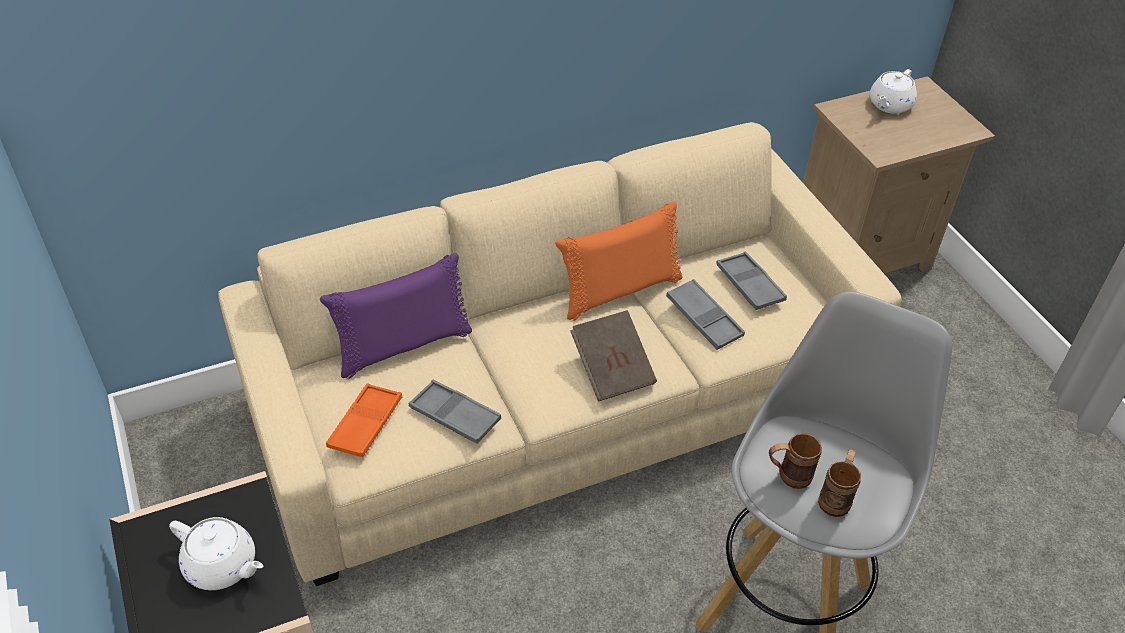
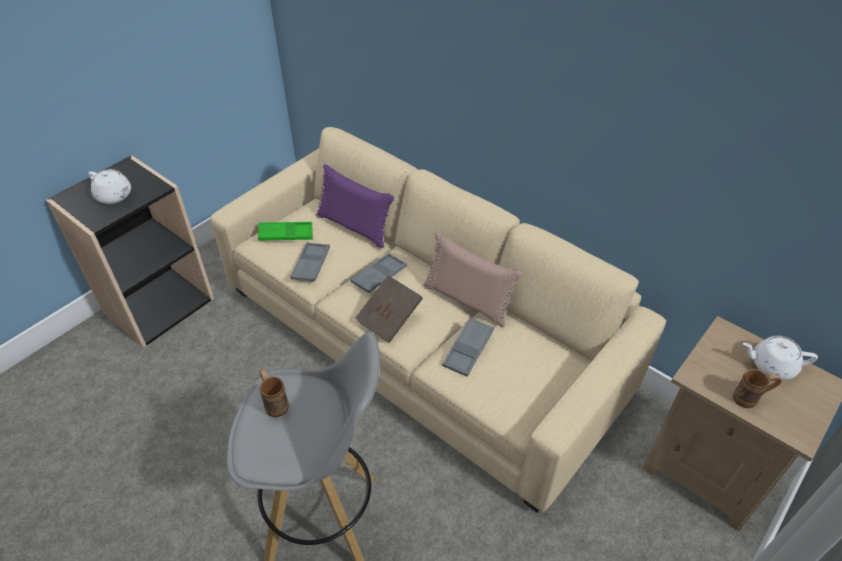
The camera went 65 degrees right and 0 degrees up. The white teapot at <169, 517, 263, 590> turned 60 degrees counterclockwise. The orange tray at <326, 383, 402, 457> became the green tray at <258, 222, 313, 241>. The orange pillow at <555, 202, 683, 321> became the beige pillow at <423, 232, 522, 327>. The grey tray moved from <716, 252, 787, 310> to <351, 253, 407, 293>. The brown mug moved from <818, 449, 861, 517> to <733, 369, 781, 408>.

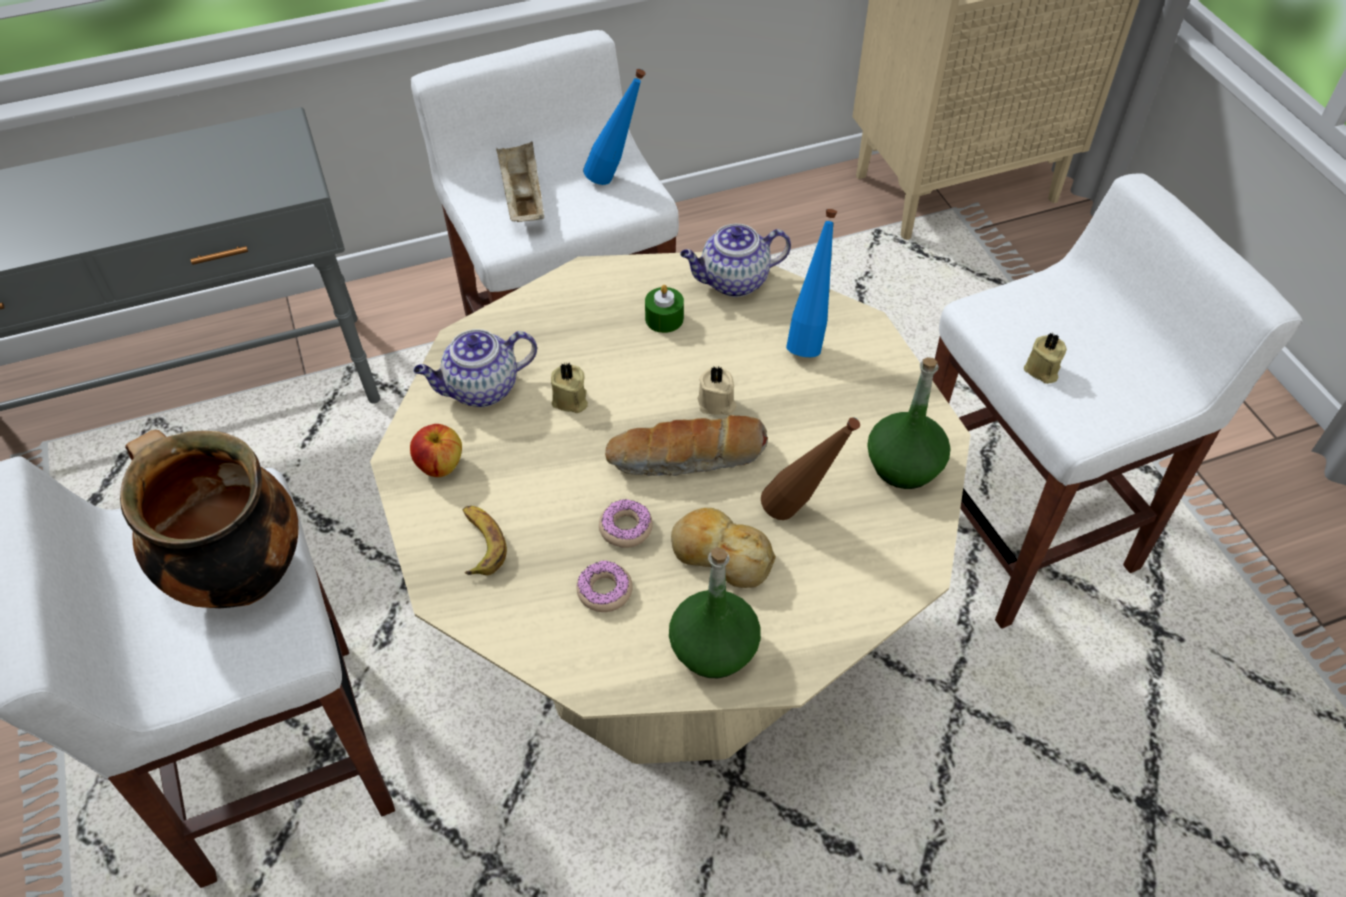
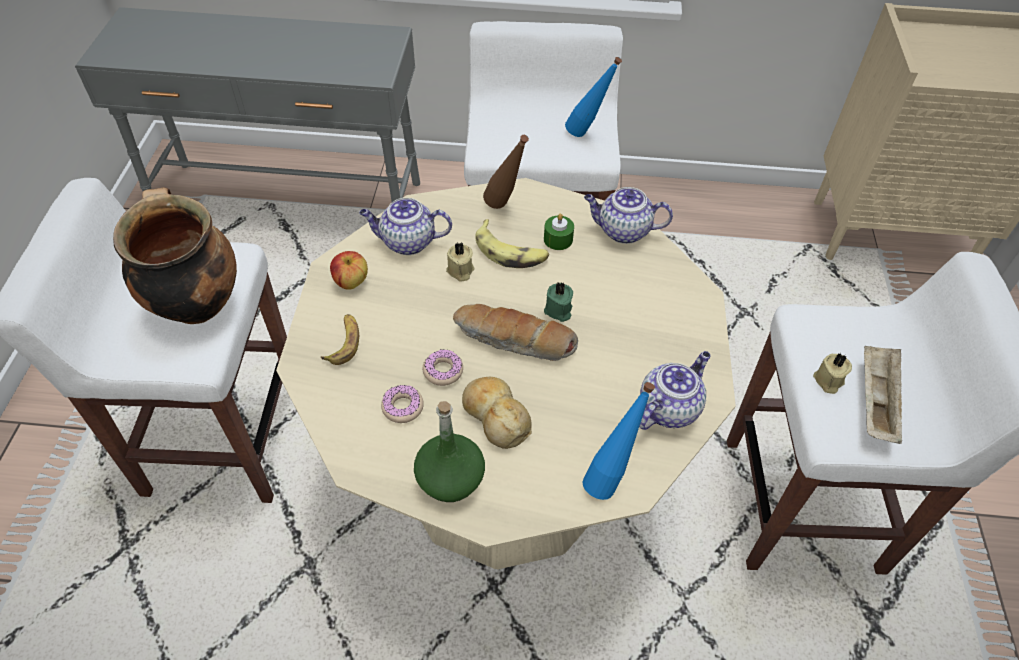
The camera went 25 degrees right and 0 degrees up. The beige tray moved from <496, 142, 544, 222> to <864, 346, 902, 444>. The beige candle at <697, 366, 736, 415> became the green candle at <544, 283, 573, 322>. The brown bottle moved from <761, 417, 860, 520> to <483, 135, 529, 209>. The blue bottle moved from <786, 209, 837, 357> to <583, 382, 655, 500>. The green bottle at <867, 357, 950, 489> was replaced by the teapot at <639, 351, 711, 430>. The banana at <475, 219, 549, 268> appeared.

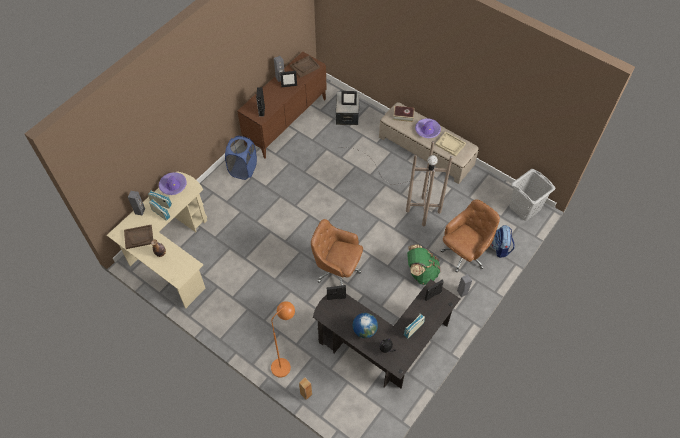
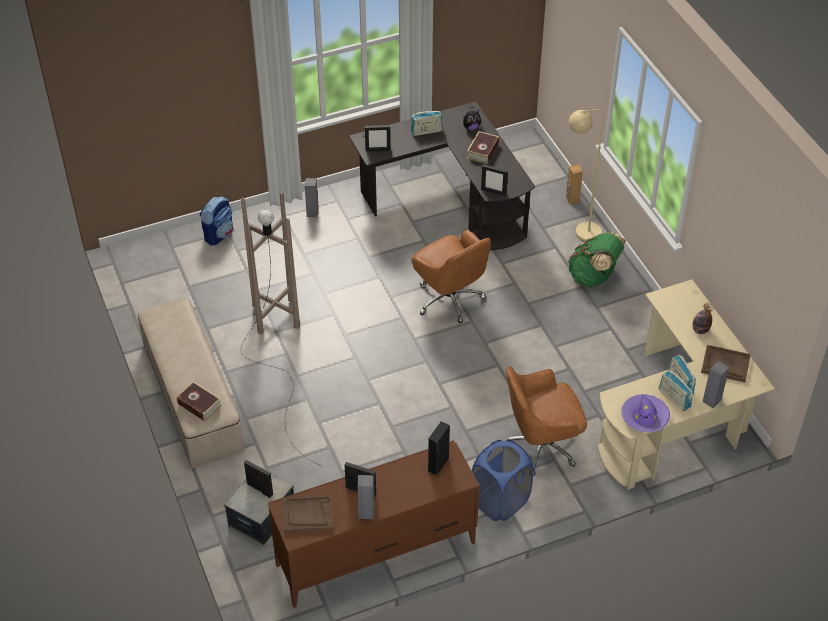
The camera went 150 degrees left and 10 degrees down. The orange floor lamp at <271, 301, 295, 377> became the beige floor lamp at <569, 109, 604, 242>. The globe at <353, 313, 378, 338> was replaced by the book at <467, 131, 499, 164>. The green backpack moved from <407, 245, 440, 285> to <568, 232, 626, 287>. The purple hat at <415, 118, 441, 138> disappeared. The beige tray at <435, 132, 466, 157> disappeared. The brown office chair moved from <441, 200, 500, 272> to <506, 366, 587, 476>. The grey laundry basket at <509, 169, 556, 221> disappeared.

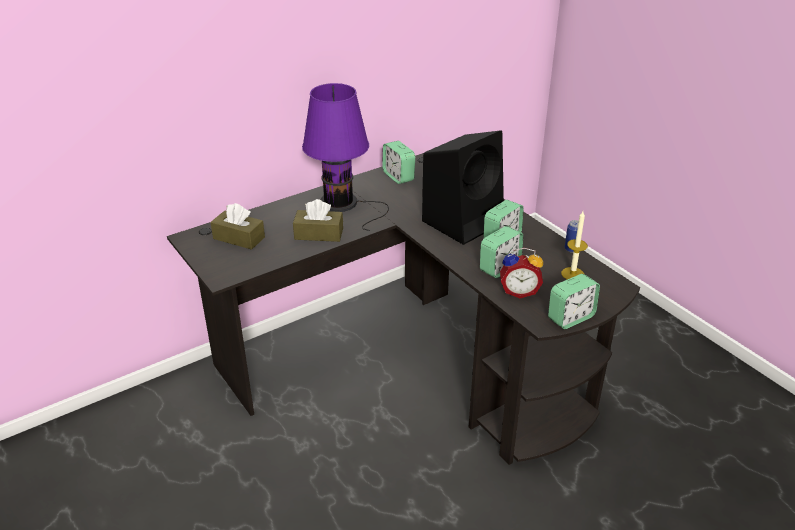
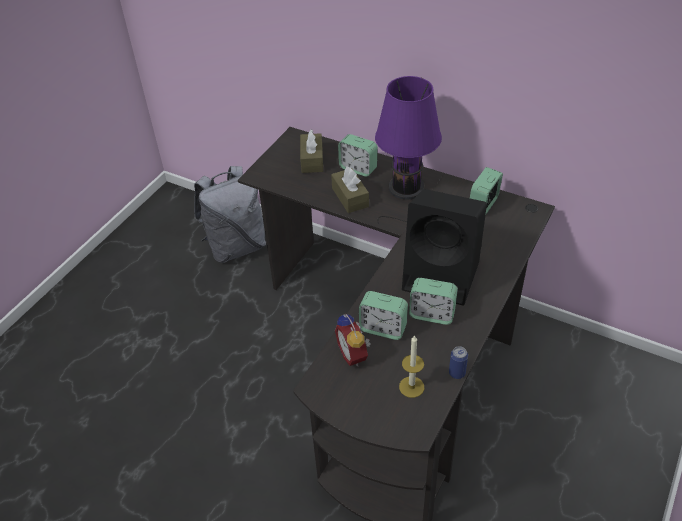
The camera went 65 degrees right and 10 degrees up. The alarm clock moved from <548, 274, 600, 329> to <338, 134, 378, 177>. The grey backpack at <194, 166, 266, 263> appeared.

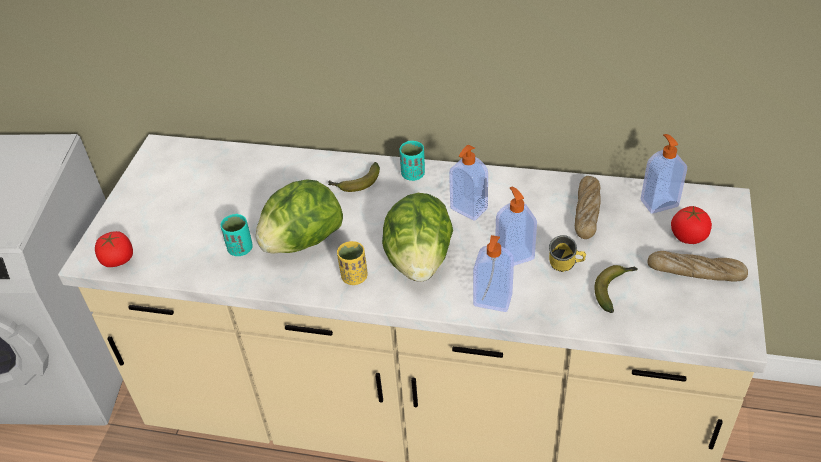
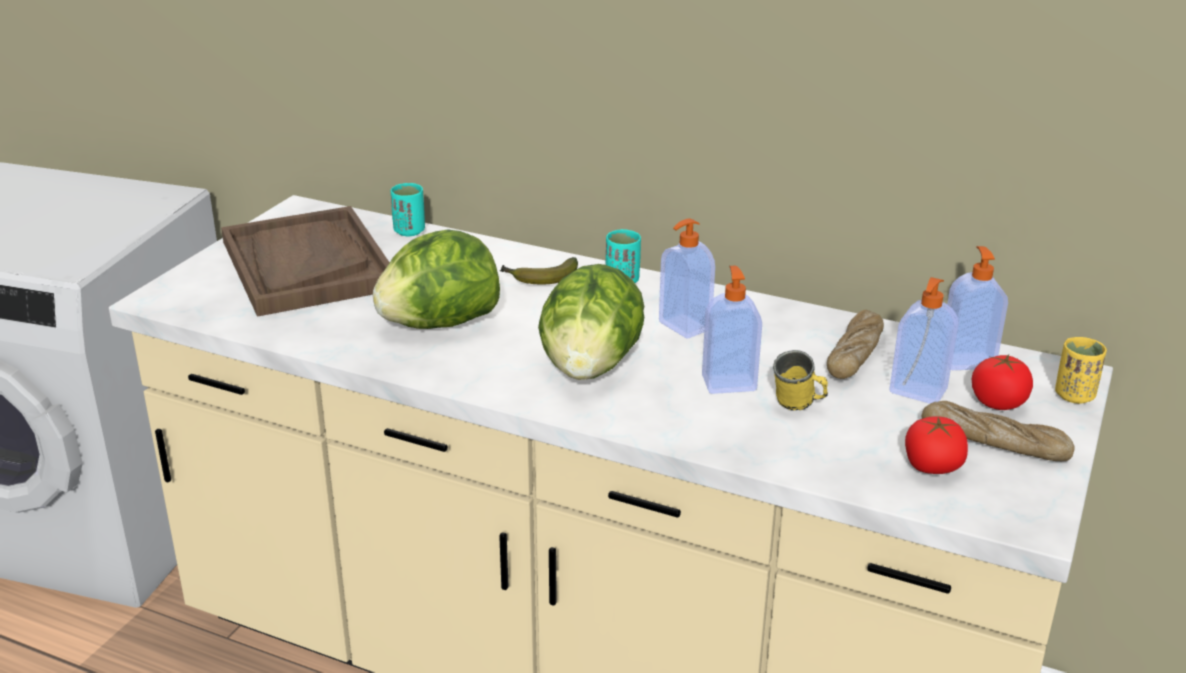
The camera went 10 degrees right and 15 degrees down. The tomato moved from <95, 231, 133, 267> to <905, 416, 968, 474>. The turquoise cup moved from <220, 214, 253, 256> to <391, 183, 425, 236>. The yellow cup moved from <337, 241, 368, 285> to <1055, 337, 1107, 404>. The soap dispenser moved from <473, 235, 514, 312> to <889, 277, 958, 404>. The banana at <594, 265, 638, 313> disappeared. The brown tray at <221, 206, 390, 317> appeared.

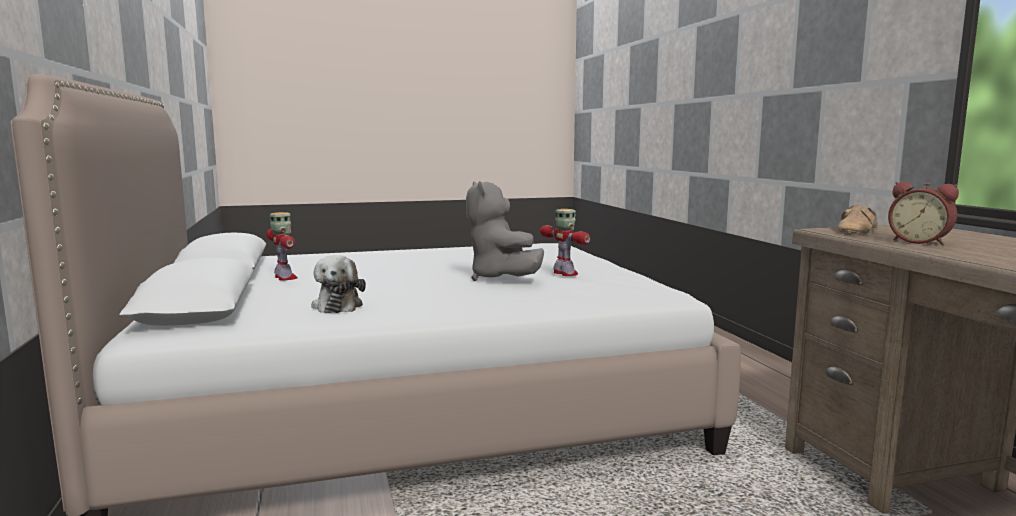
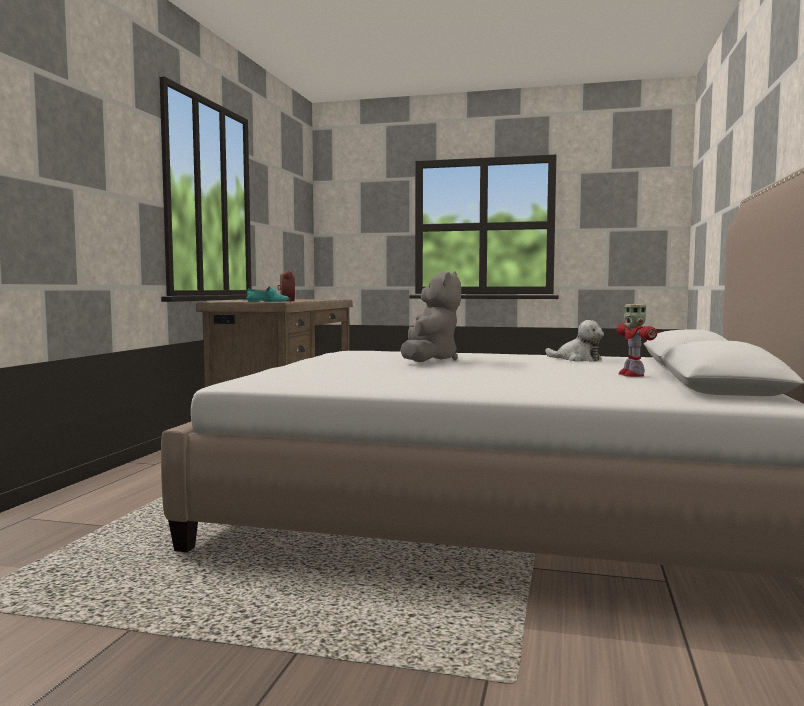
The camera went 150 degrees left and 5 degrees down. The plush toy at <311, 255, 366, 313> turned 105 degrees clockwise. The toy robot at <540, 209, 591, 276> disappeared. The beige shoe at <838, 205, 878, 234> became the turquoise shoe at <246, 286, 289, 302>.

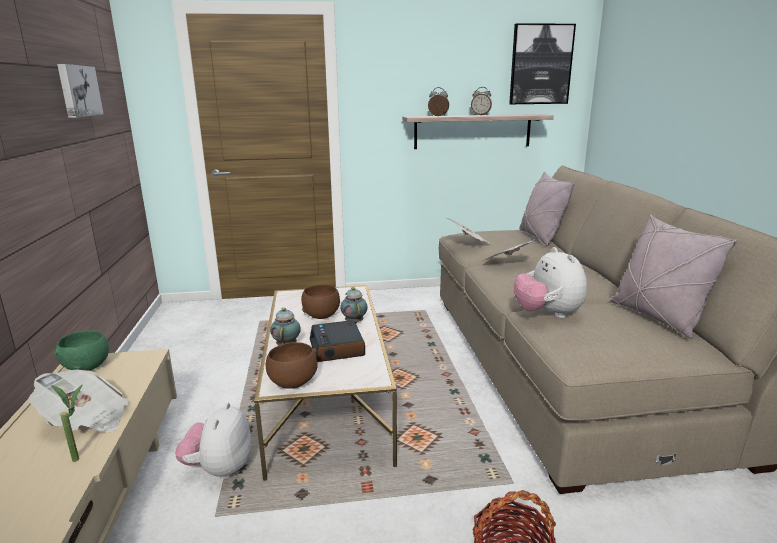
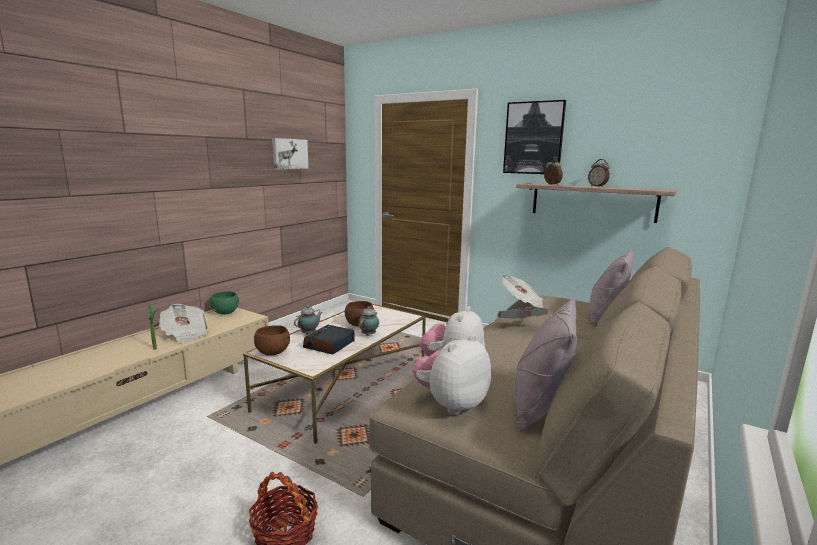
The camera went 40 degrees right and 5 degrees down. The plush toy moved from <175, 403, 251, 479> to <412, 334, 491, 415>. The picture moved from <509, 23, 576, 104> to <503, 100, 566, 174>.

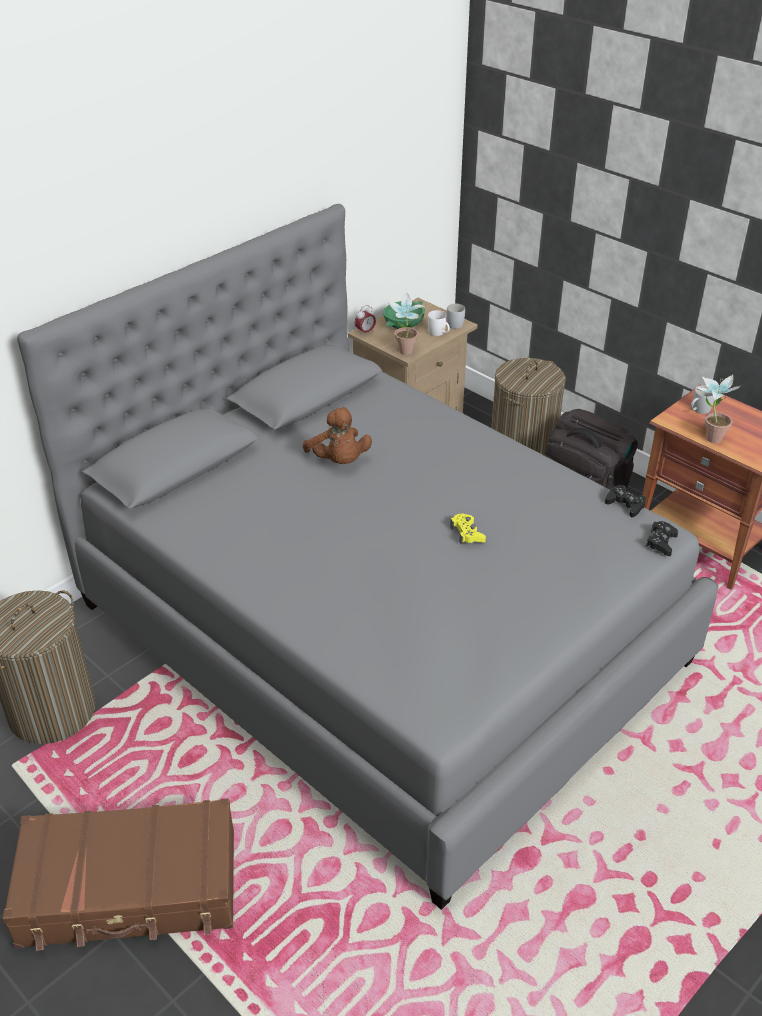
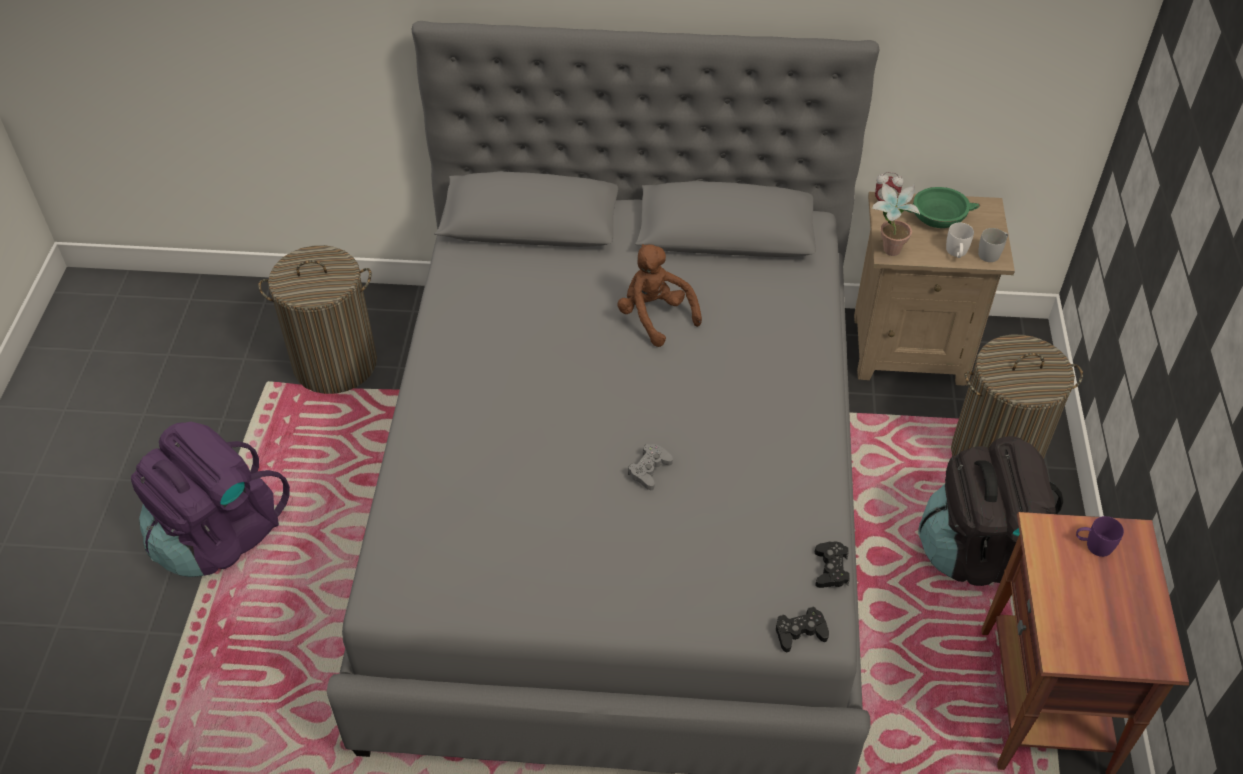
The camera went 50 degrees right and 10 degrees up. The brown suitcase at <2, 798, 234, 951> was replaced by the purple backpack at <131, 422, 290, 577>. The brown plush toy at <303, 407, 372, 464> turned 120 degrees clockwise. The yellow game controller at <450, 514, 486, 544> became the grey game controller at <628, 444, 673, 490>. The white mug at <691, 385, 714, 414> became the purple mug at <1076, 516, 1124, 557>. The potted plant at <695, 374, 740, 443> disappeared.

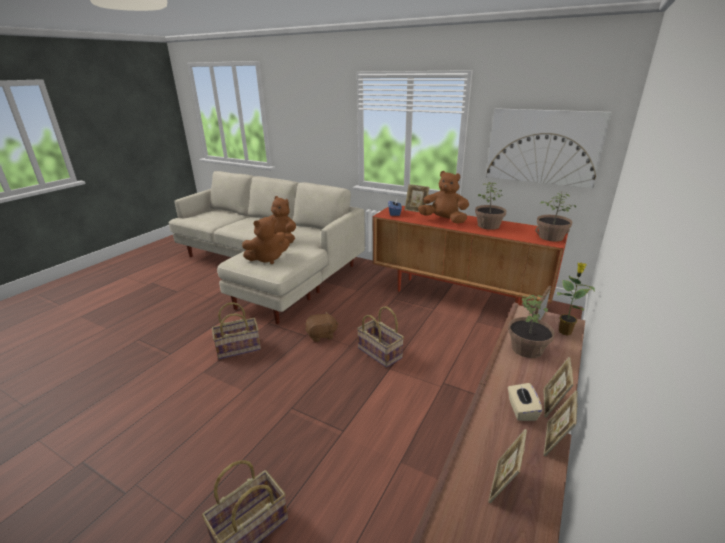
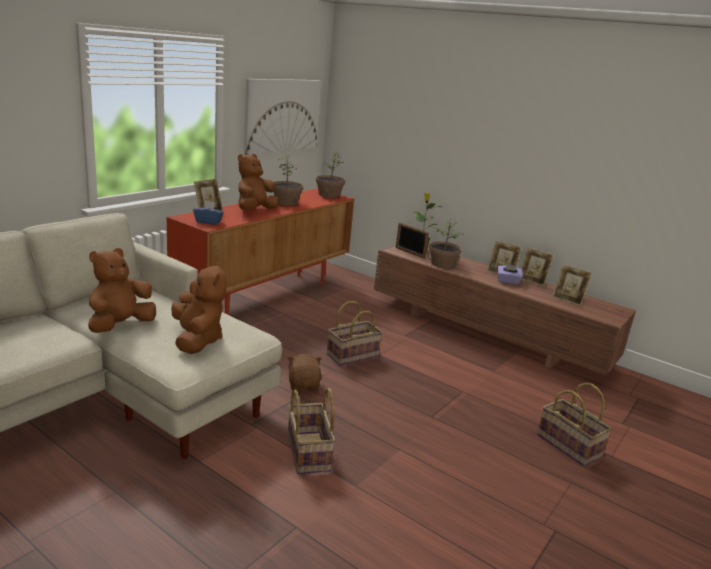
The camera went 85 degrees left and 5 degrees down. The beige tissue box at <508, 383, 543, 421> became the purple tissue box at <497, 264, 522, 285>.

